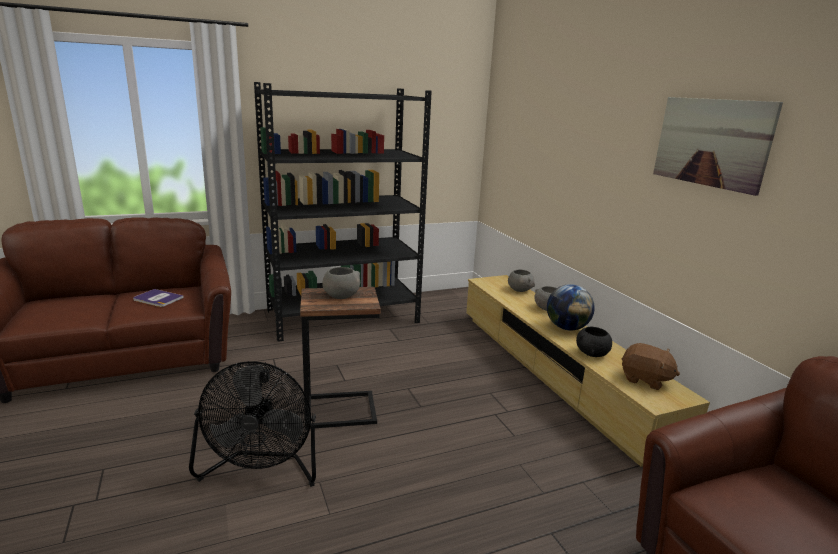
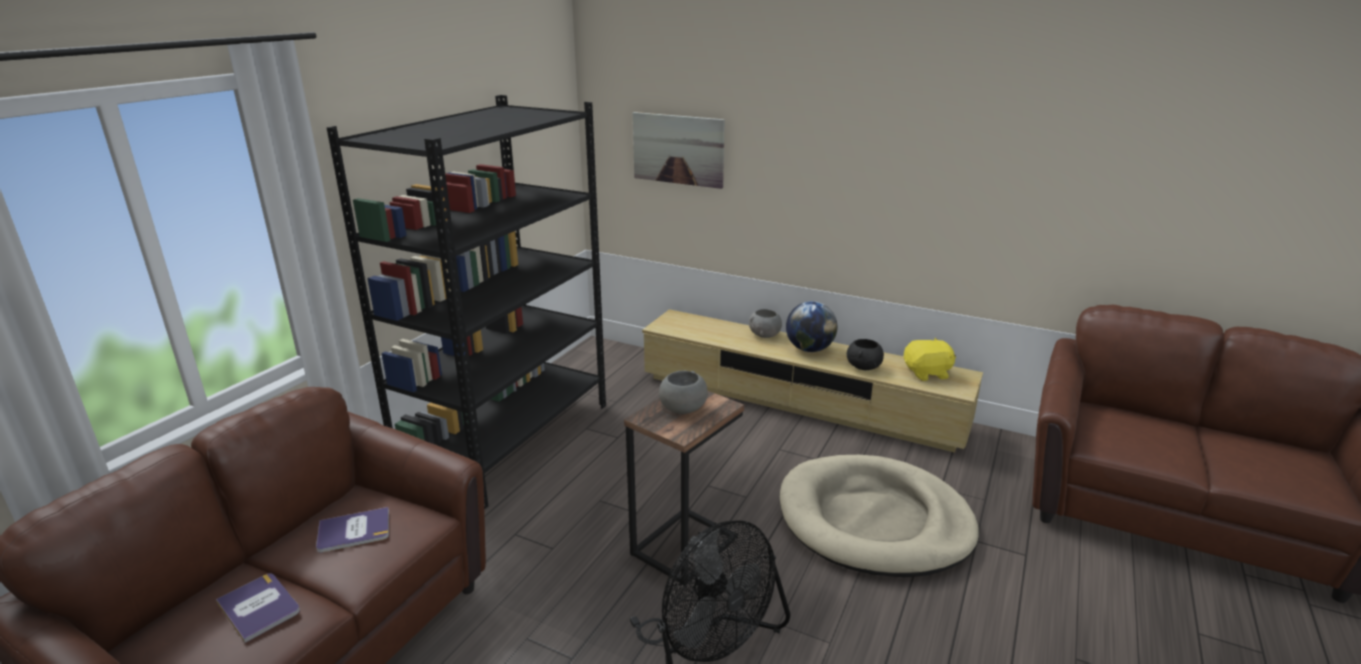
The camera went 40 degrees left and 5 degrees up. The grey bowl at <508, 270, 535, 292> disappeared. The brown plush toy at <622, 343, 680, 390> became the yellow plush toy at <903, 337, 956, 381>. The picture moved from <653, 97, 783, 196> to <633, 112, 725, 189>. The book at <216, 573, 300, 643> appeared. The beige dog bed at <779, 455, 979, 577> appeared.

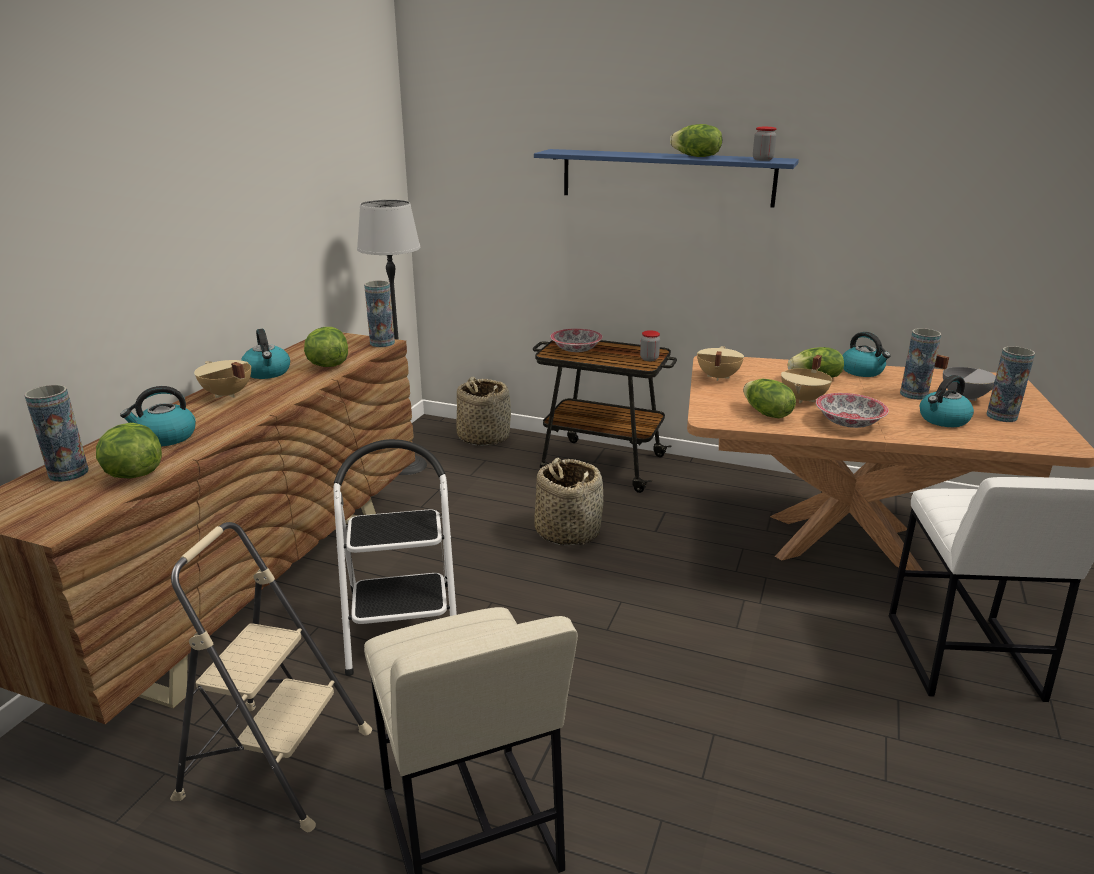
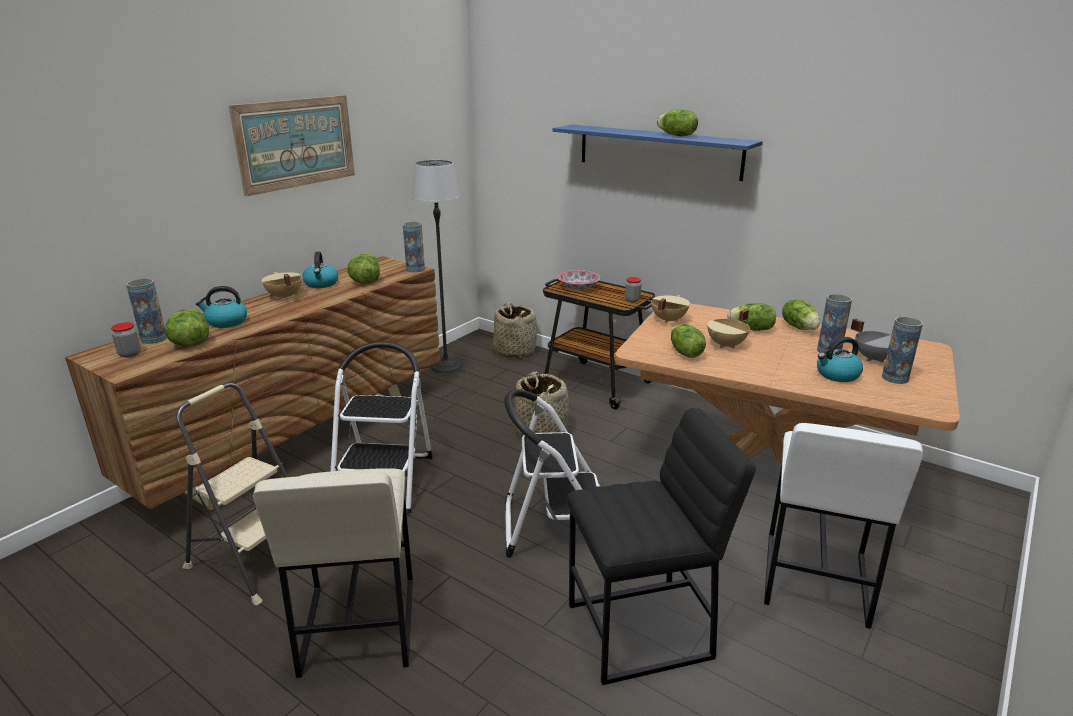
The camera went 15 degrees right and 0 degrees up. The jar moved from <753, 127, 777, 161> to <111, 322, 141, 358>. The bowl at <816, 393, 889, 428> disappeared. The kettle at <842, 332, 891, 377> was replaced by the lettuce at <782, 299, 820, 330>. The picture at <229, 95, 355, 196> appeared. The step ladder at <504, 389, 600, 558> appeared. The black chair at <567, 408, 756, 685> appeared.

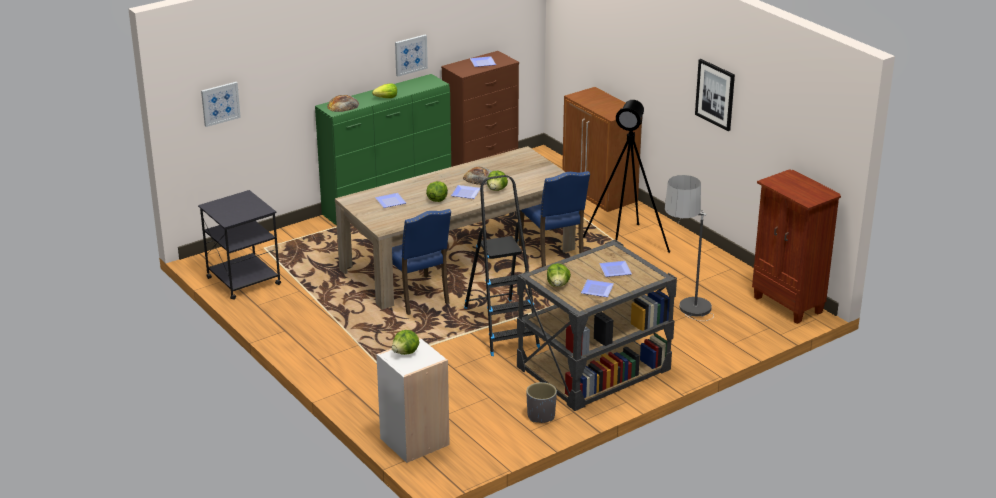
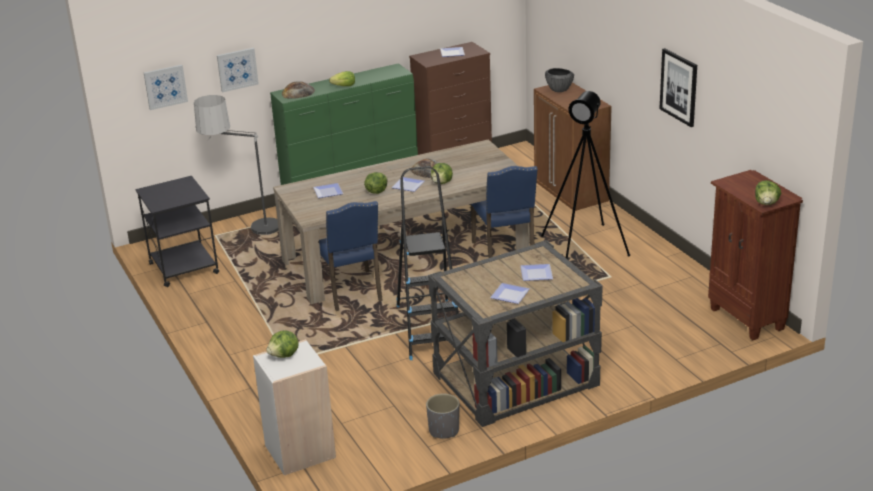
The camera went 10 degrees right and 0 degrees up. The picture moved from <395, 35, 428, 77> to <217, 48, 259, 92>. The lettuce moved from <547, 263, 571, 287> to <755, 180, 781, 205>. The floor lamp moved from <665, 175, 714, 321> to <194, 95, 279, 235>. The bowl at <545, 68, 574, 92> appeared.

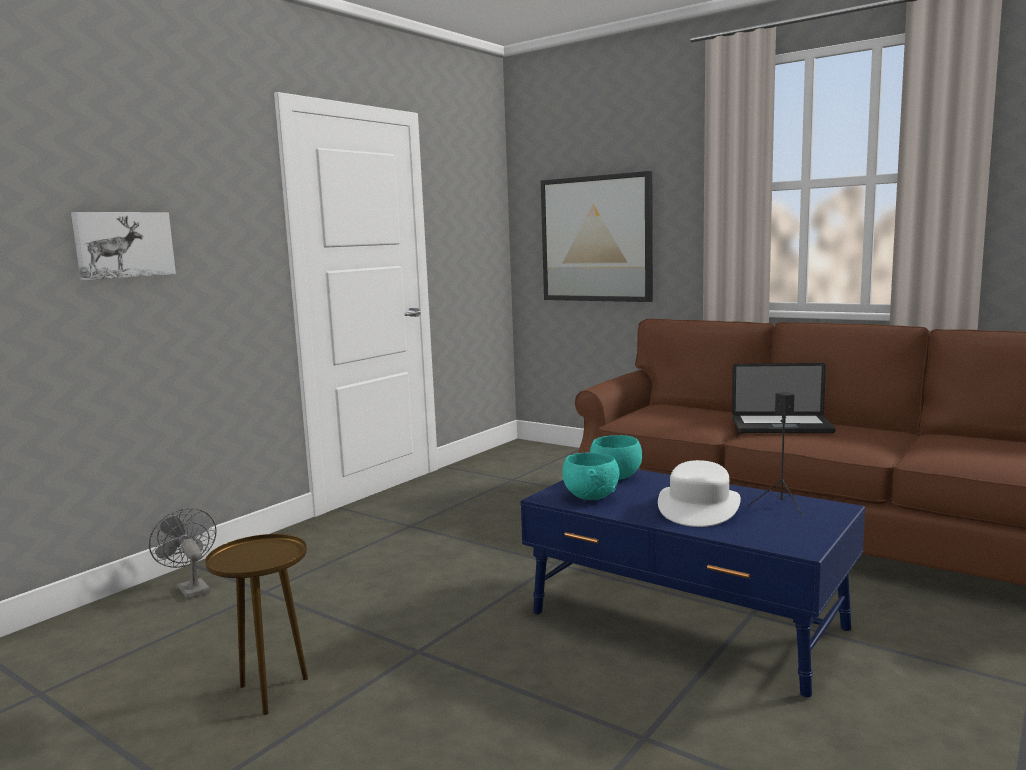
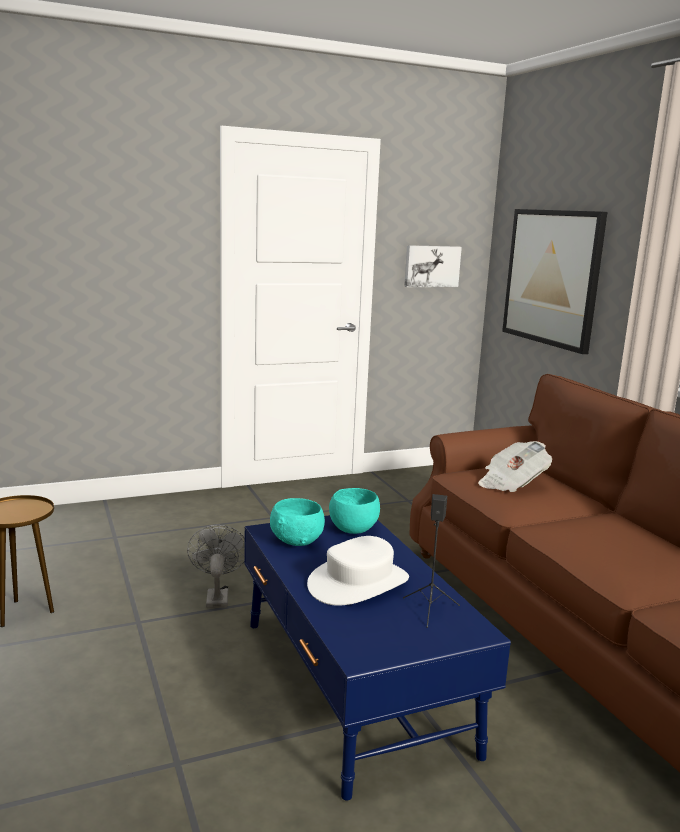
The camera went 30 degrees right and 5 degrees up. The picture moved from <71, 212, 176, 280> to <404, 245, 462, 287>. The grey fan moved from <149, 508, 216, 599> to <187, 525, 245, 608>. The laptop at <732, 363, 836, 433> disappeared. The newspaper at <478, 441, 552, 492> appeared.

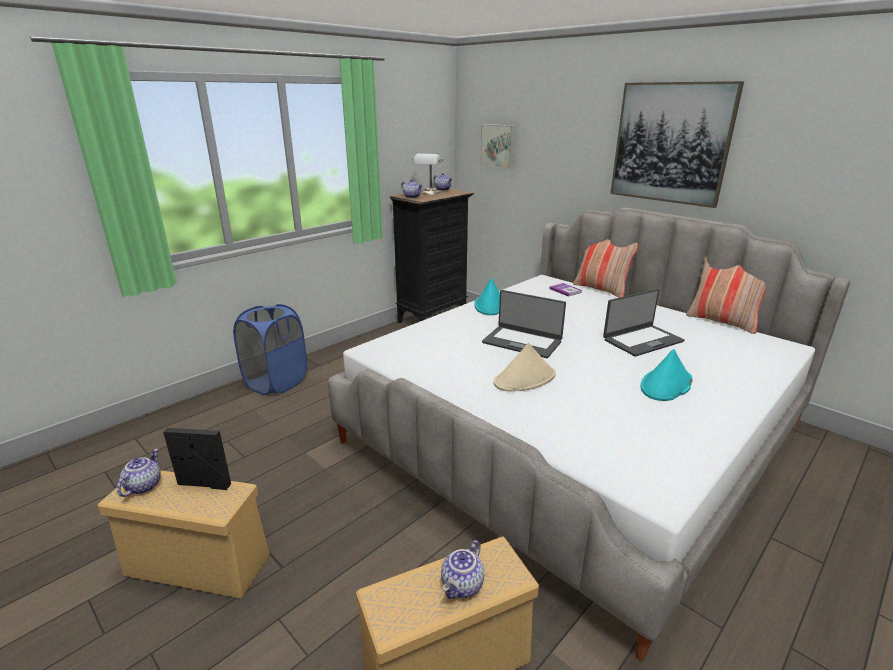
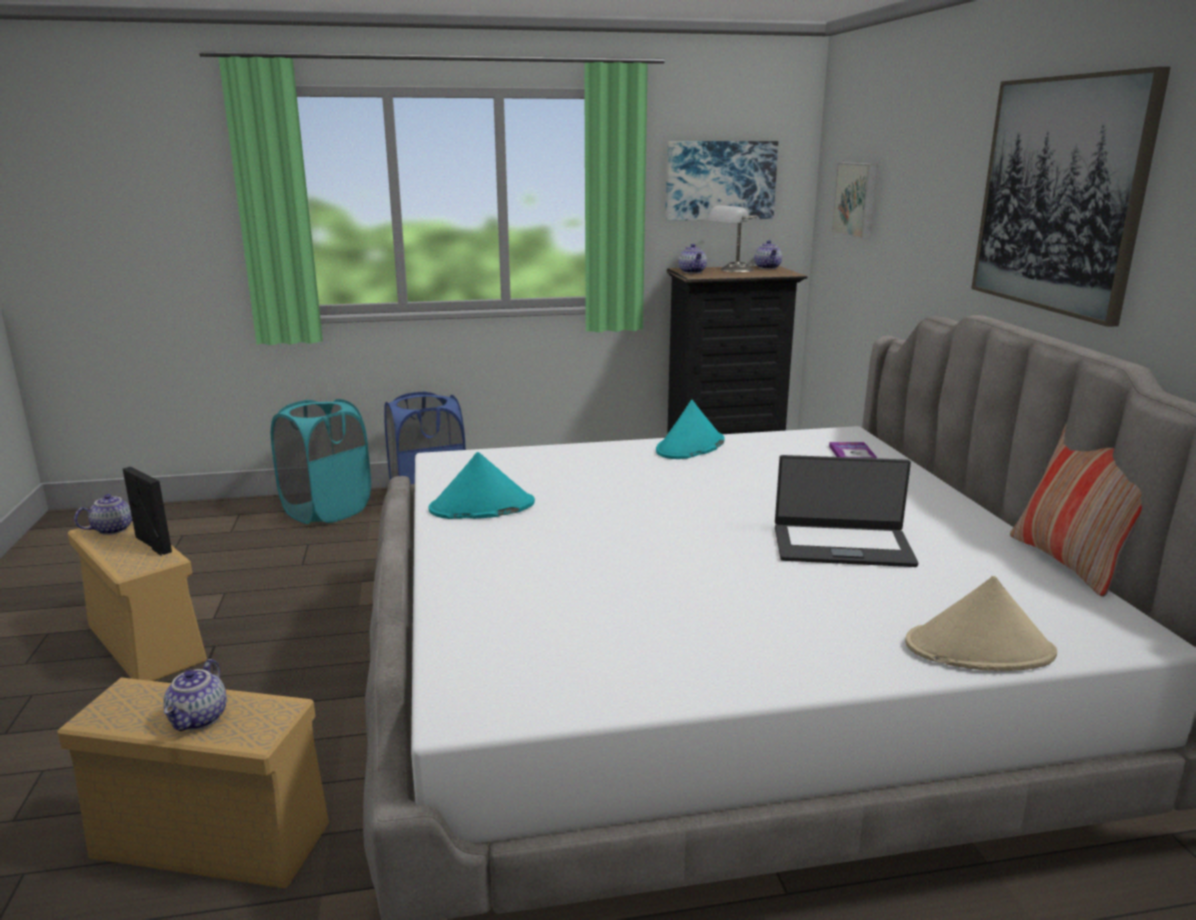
The camera went 35 degrees right and 5 degrees down. The teapot at <441, 540, 484, 599> turned 60 degrees counterclockwise. The laptop at <482, 290, 566, 358> disappeared. The beige hat moved from <494, 343, 555, 392> to <905, 576, 1057, 671>. The pillow at <573, 239, 638, 298> disappeared. The turquoise hat moved from <641, 349, 693, 401> to <429, 452, 535, 519>. The turquoise laundry basket at <271, 399, 371, 524> appeared. The picture at <665, 141, 778, 221> appeared.

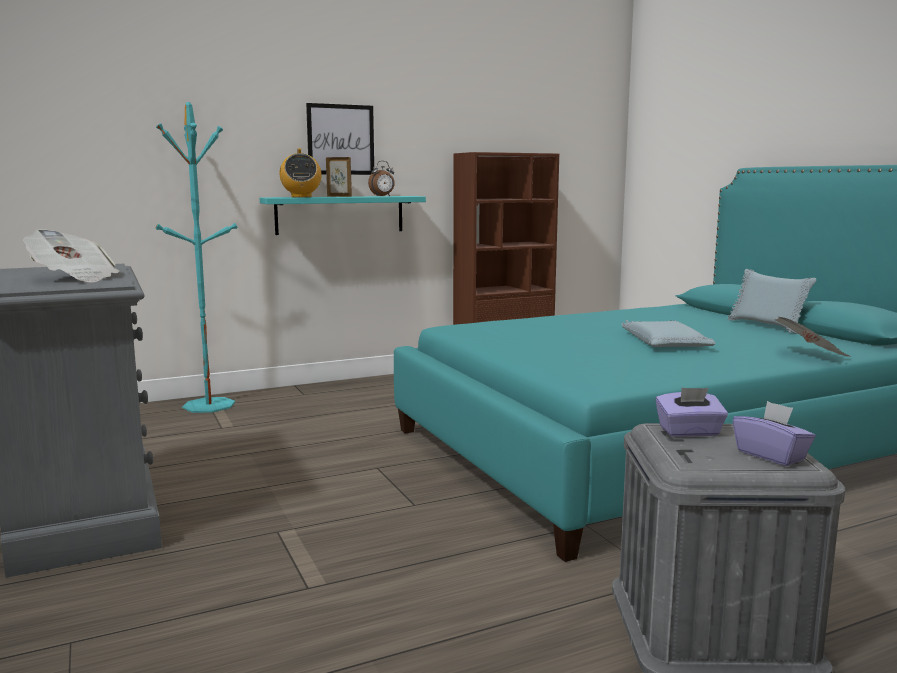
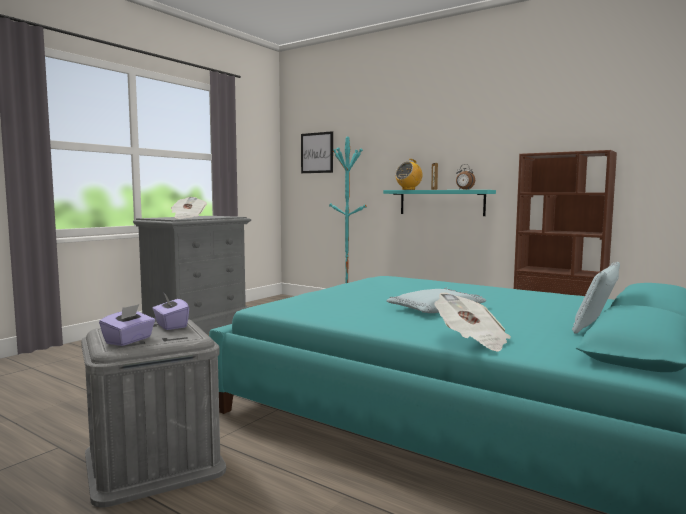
The camera went 60 degrees right and 5 degrees down. The picture moved from <306, 103, 374, 175> to <301, 131, 333, 173>.

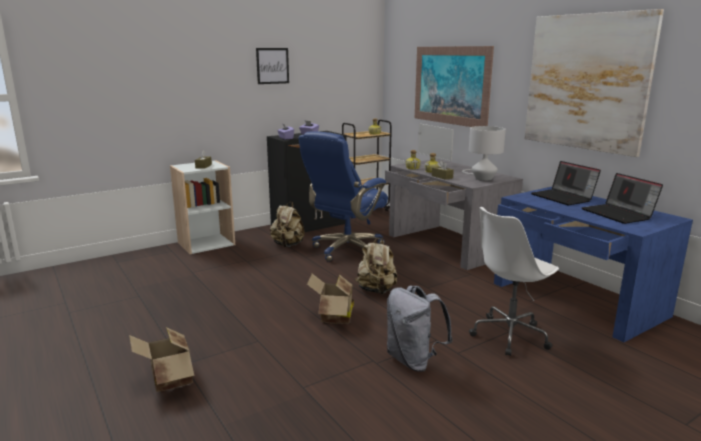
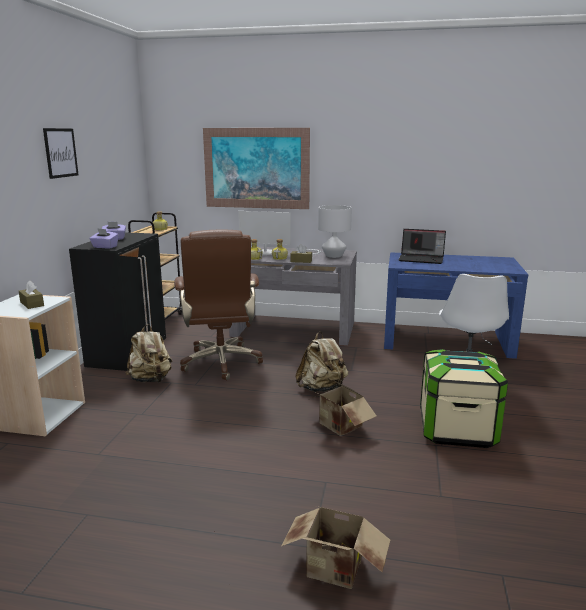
The camera went 45 degrees left and 0 degrees up. The blue office chair at <299, 132, 388, 262> became the brown office chair at <174, 229, 263, 380>. The grey backpack at <387, 286, 453, 372> was replaced by the storage box at <420, 349, 508, 448>. The picture at <524, 9, 664, 157> disappeared. The laptop at <582, 173, 663, 224> disappeared.

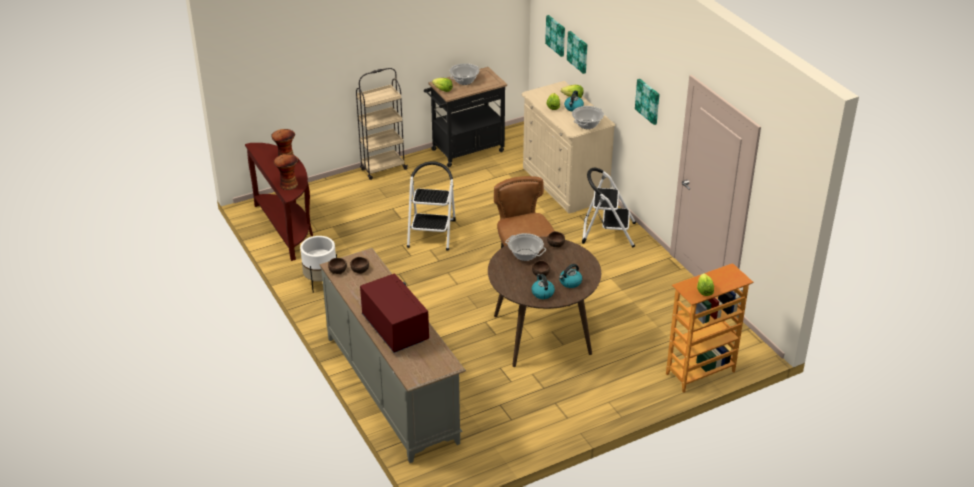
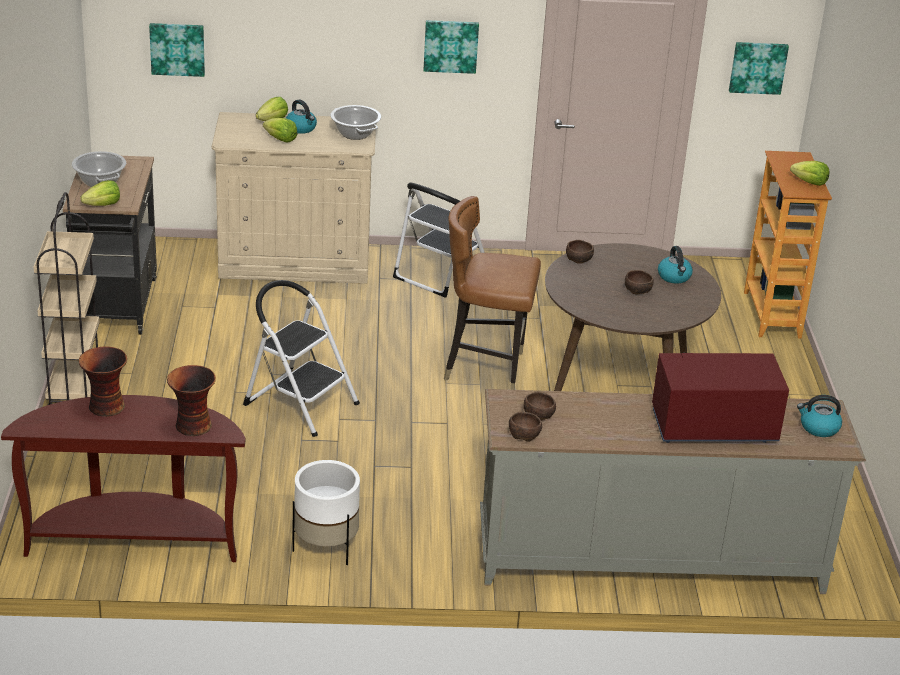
The camera went 65 degrees left and 5 degrees down. The cooking pot at <505, 233, 546, 261> disappeared. The kettle moved from <532, 274, 555, 299> to <797, 395, 842, 437>. The picture moved from <567, 31, 587, 74> to <729, 42, 789, 95>.

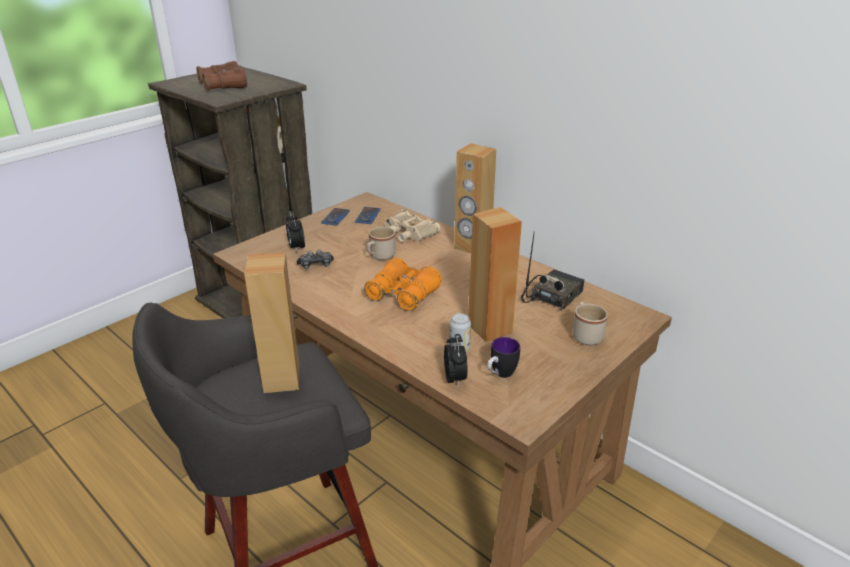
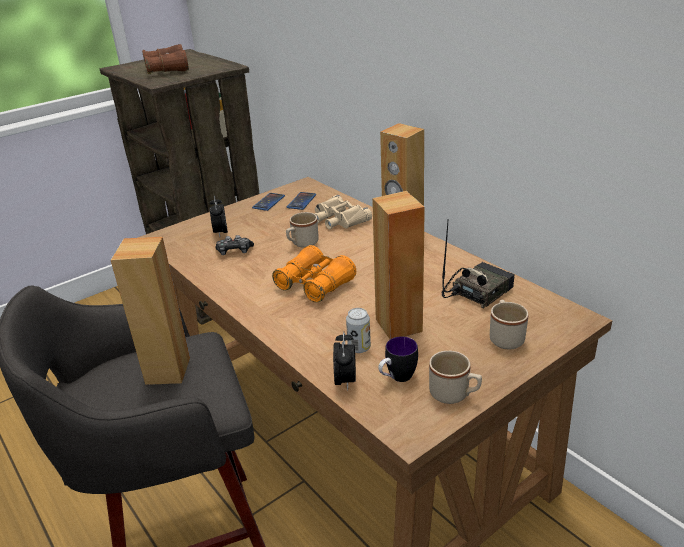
The camera went 10 degrees right and 0 degrees up. The beige mug at <429, 351, 482, 404> appeared.

